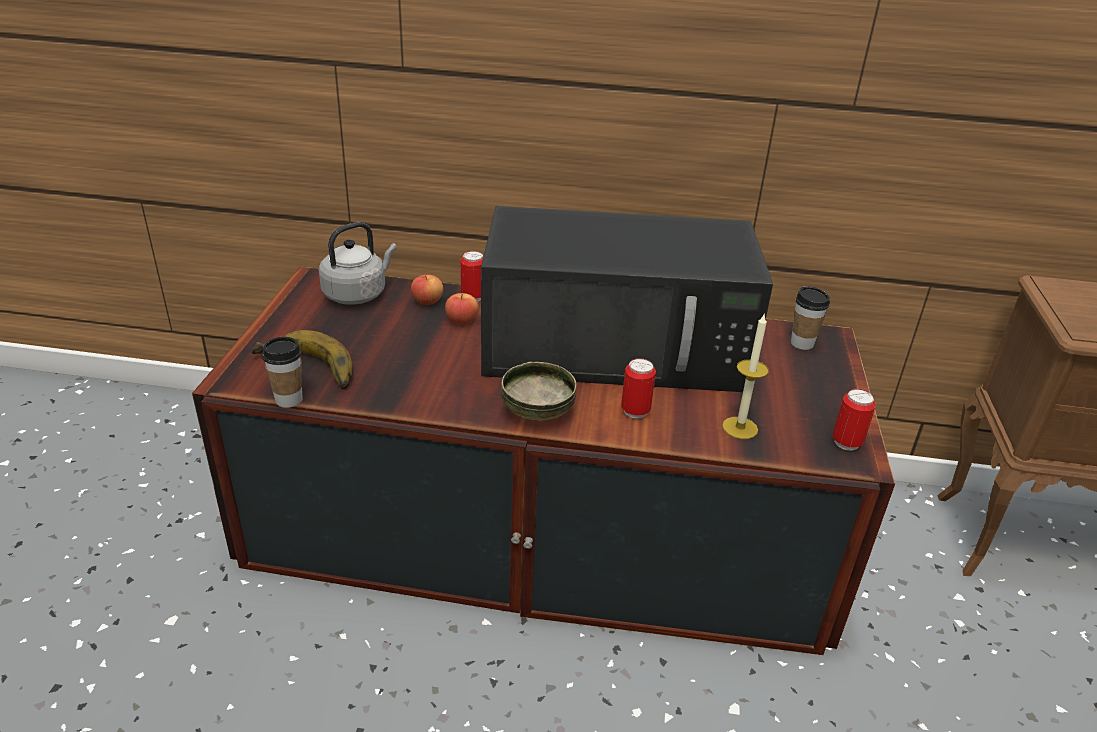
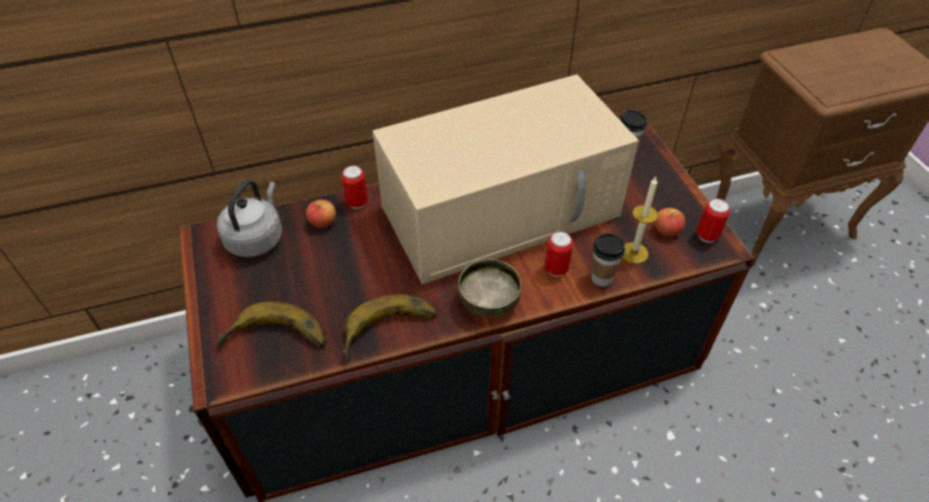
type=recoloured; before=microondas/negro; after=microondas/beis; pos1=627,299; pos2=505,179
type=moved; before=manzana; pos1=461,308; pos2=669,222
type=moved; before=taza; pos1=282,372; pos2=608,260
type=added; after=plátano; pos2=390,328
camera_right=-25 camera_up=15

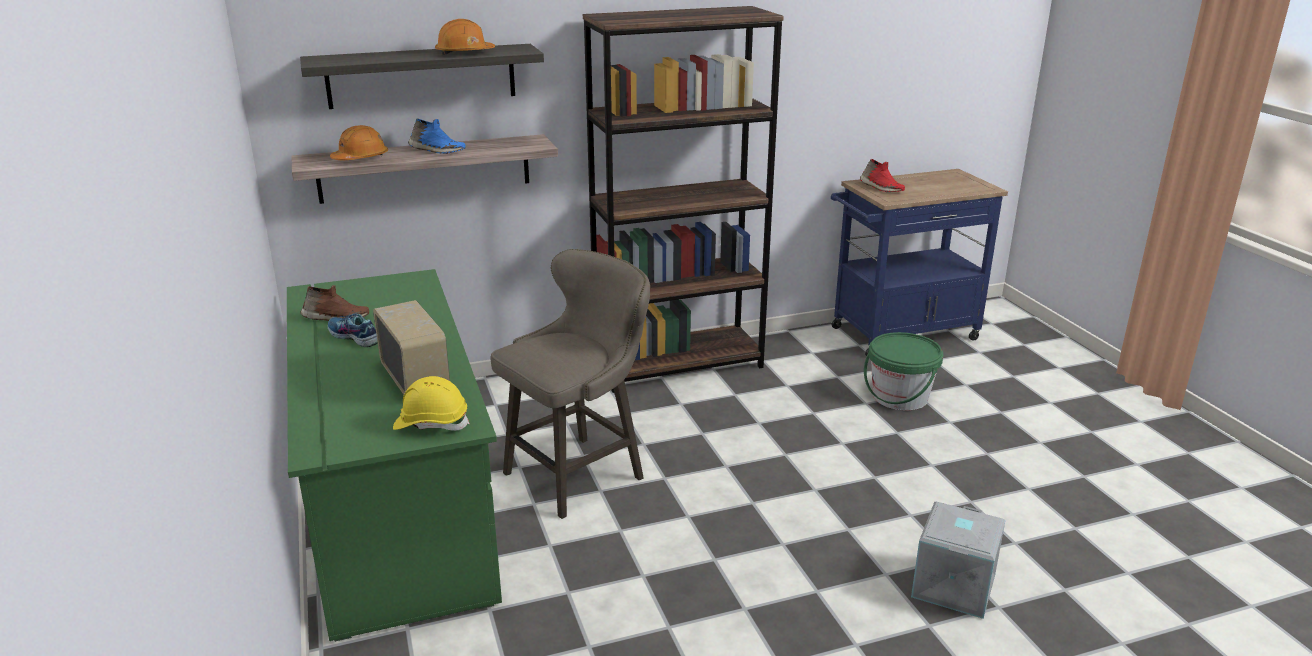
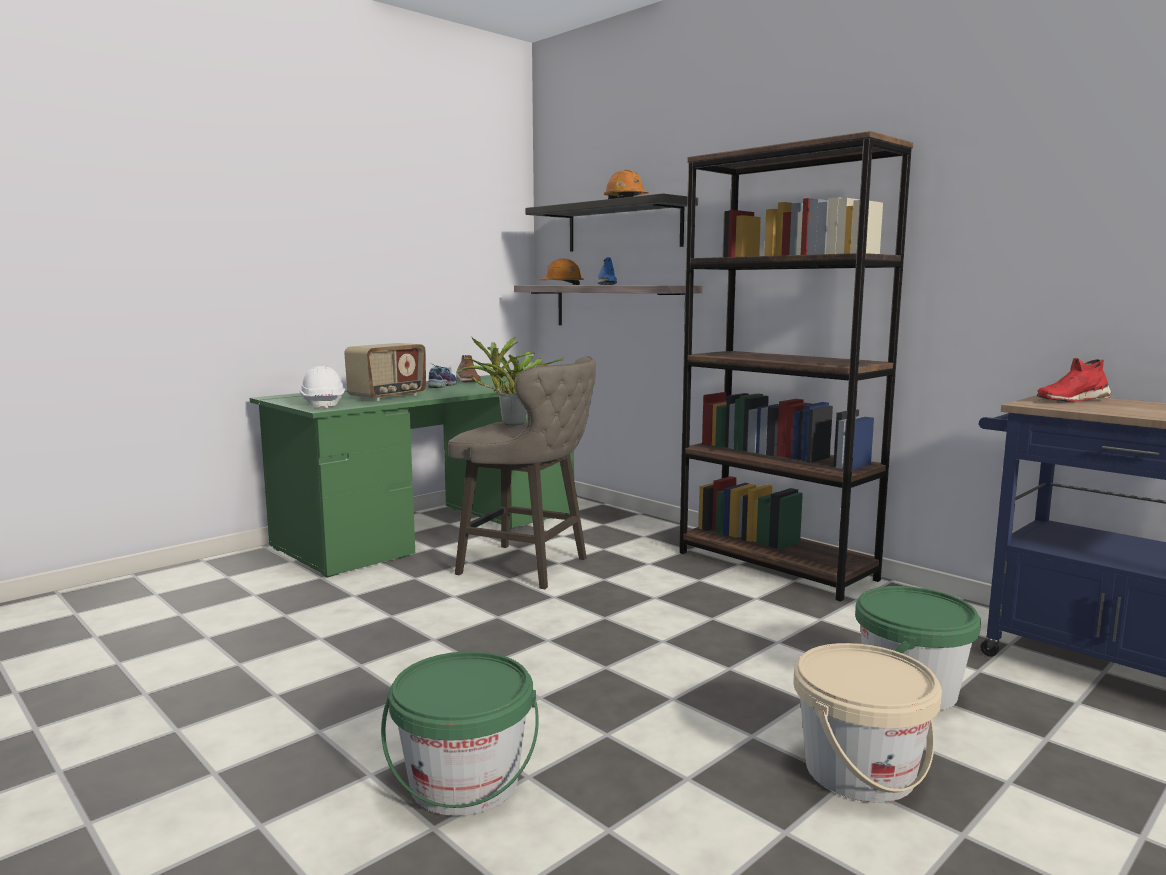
type=turned; before=zapato/rojo; pos1=882,175; pos2=1074,380; turn=45
type=recoloured; before=casco/amarillo; after=casco/blanco; pos1=431,403; pos2=322,387
type=replaced; before=caja de almacenaje/gris; after=cubo/verde; pos1=958,560; pos2=460,733
type=added; after=planta en maceta; pos2=510,381
type=added; after=cubo/beis; pos2=867,723
camera_right=65 camera_up=-15

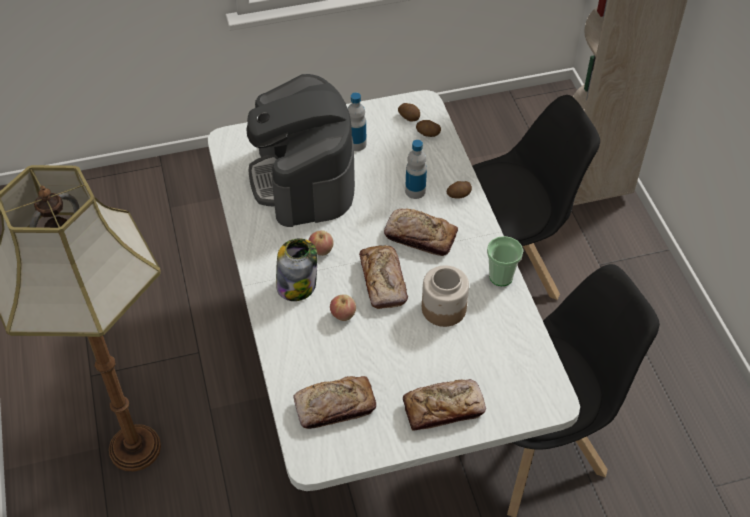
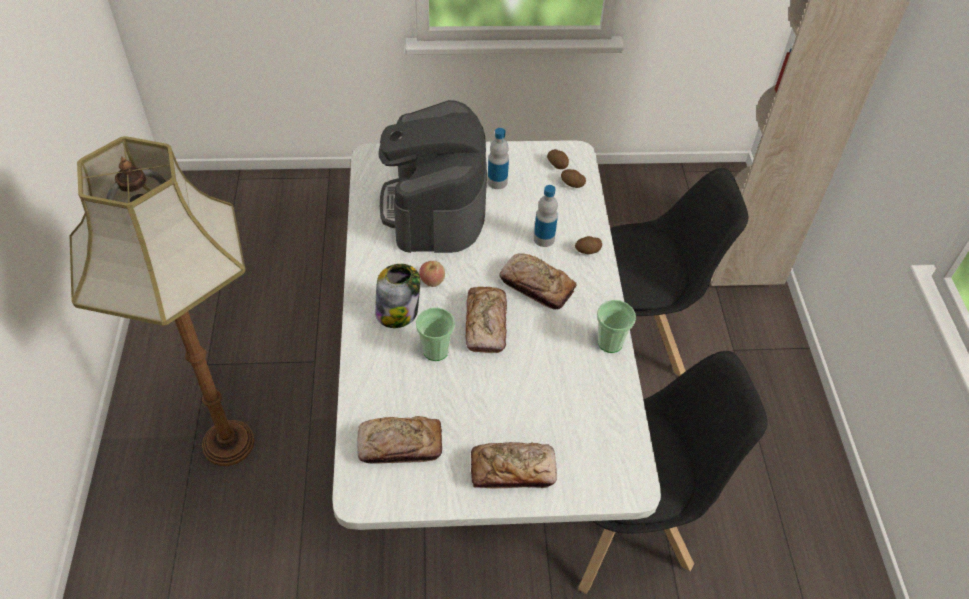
type=removed; before=tarro; pos1=445,296
type=replaced; before=manzana; after=taza; pos1=343,307; pos2=435,334
camera_right=10 camera_up=0

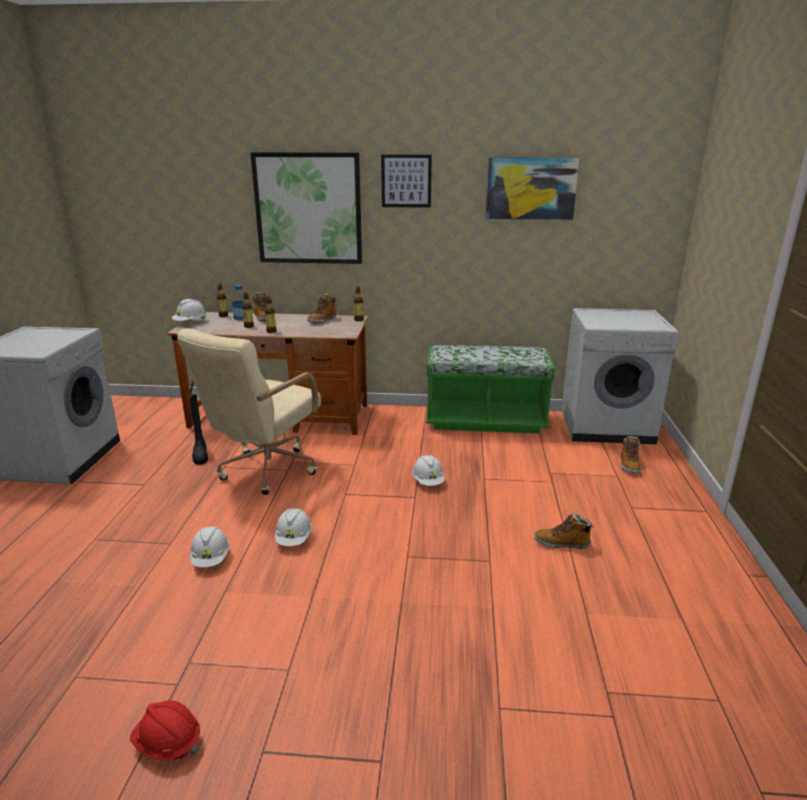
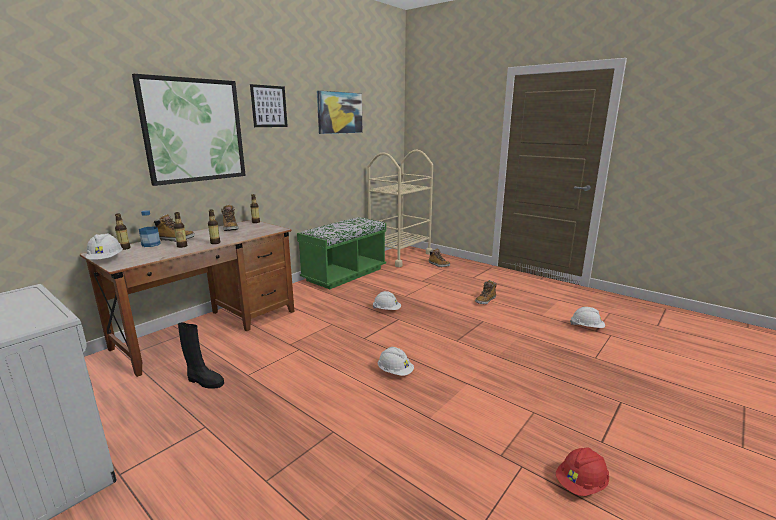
type=replaced; before=lavadora/blanco; after=carrito/beis; pos1=620,376; pos2=400,208
type=removed; before=silla de oficina/beis; pos1=249,411
type=moved; before=casco/blanco; pos1=210,546; pos2=587,317
camera_right=-55 camera_up=-5

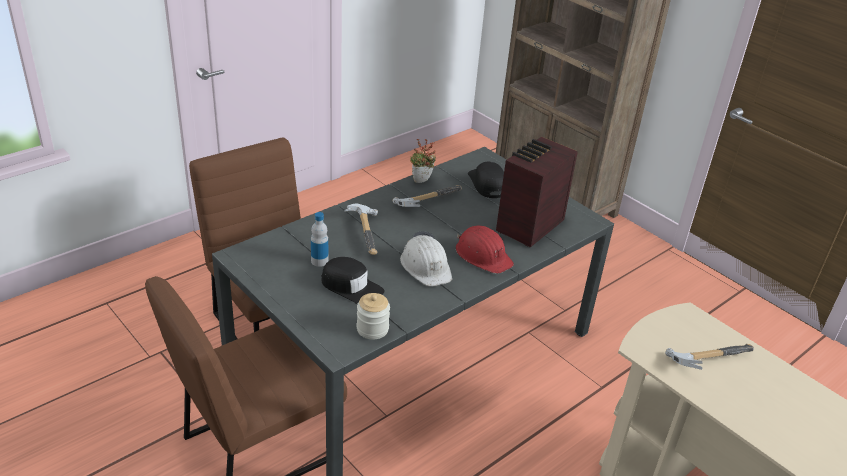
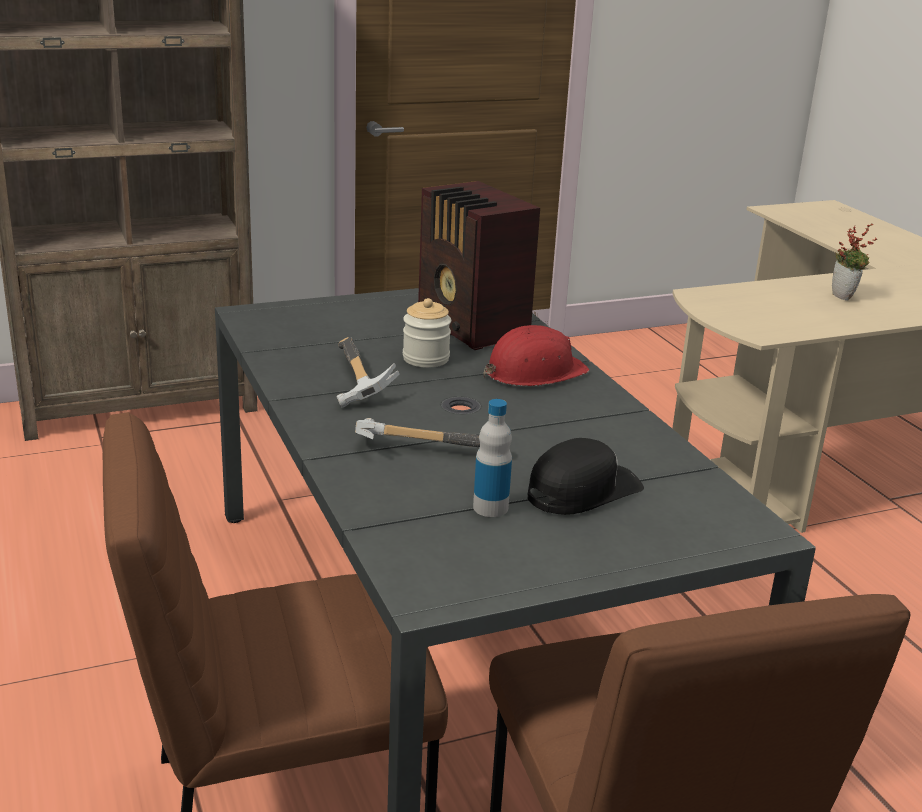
type=moved; before=planta en maceta; pos1=423,161; pos2=854,261
type=removed; before=gorra/negro; pos1=486,180
type=removed; before=casco/blanco; pos1=426,261
type=moved; before=tarro; pos1=373,316; pos2=427,333
type=removed; before=martillo; pos1=709,357
camera_right=-70 camera_up=-10

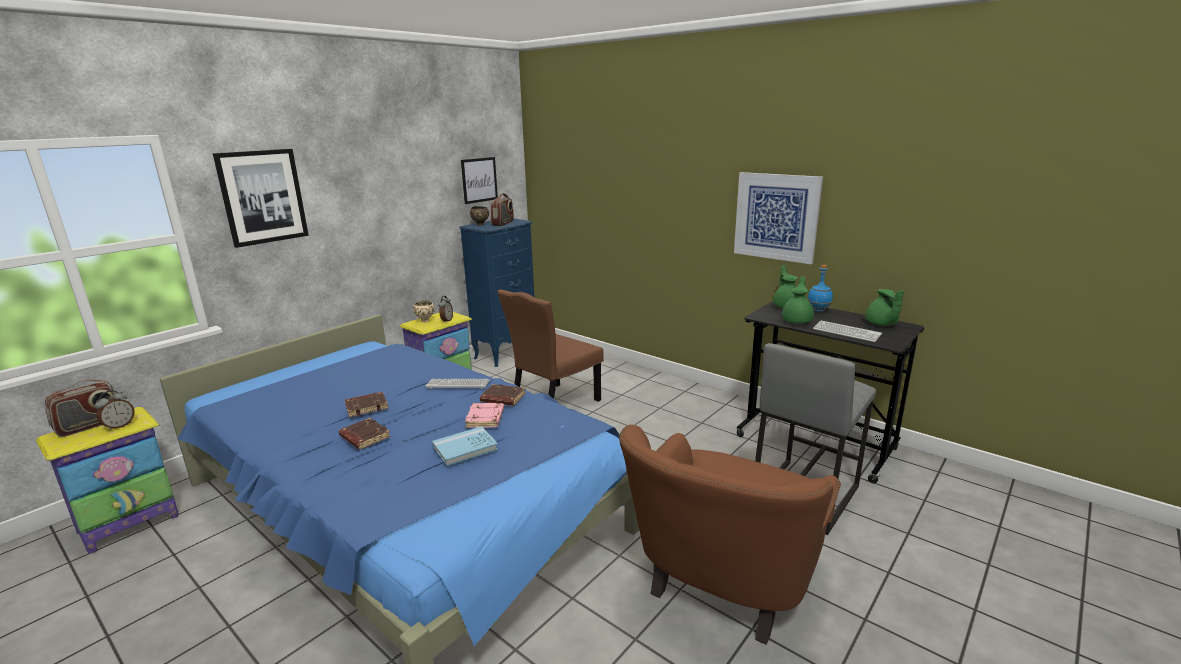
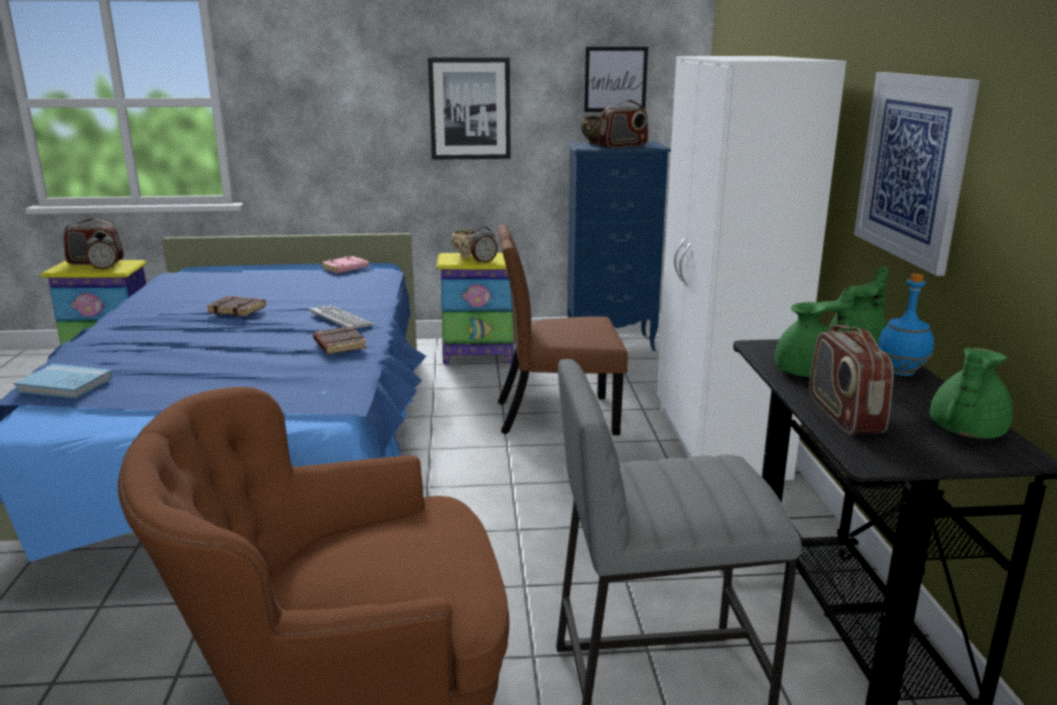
type=moved; before=cuadro; pos1=261,198; pos2=469,108
type=replaced; before=teclado; after=radio; pos1=847,331; pos2=851,379
type=moved; before=libro/rosa; pos1=484,415; pos2=345,264
type=removed; before=libro/marrón; pos1=365,434
type=moved; before=libro/azul; pos1=465,446; pos2=63,381
type=added; after=armario ropero/blanco; pos2=751,268
camera_right=45 camera_up=0

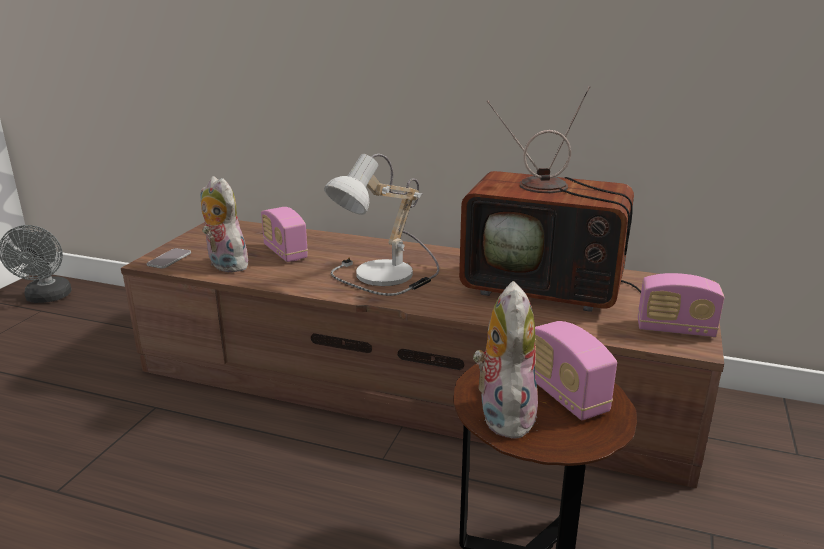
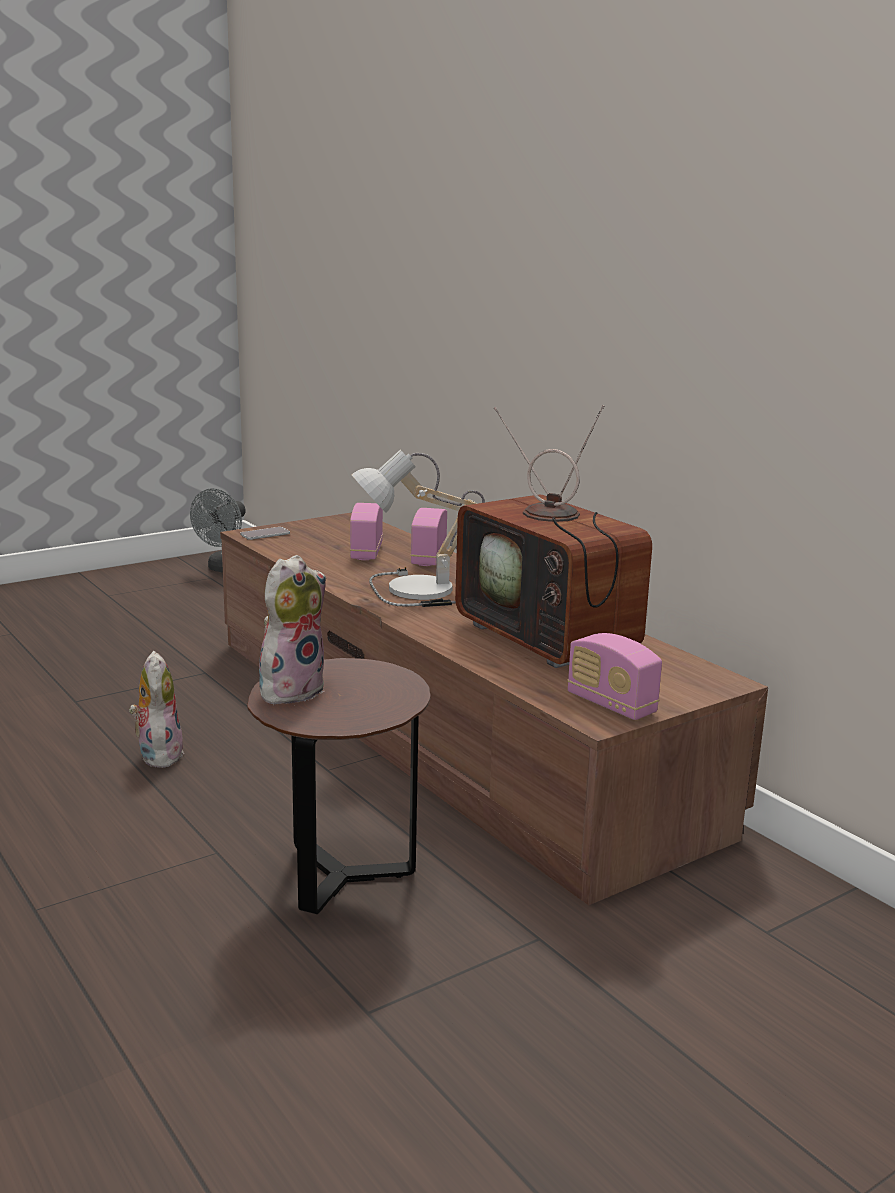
type=moved; before=peluche; pos1=224,224; pos2=156,709
type=moved; before=radio; pos1=576,370; pos2=428,537
camera_right=35 camera_up=-5

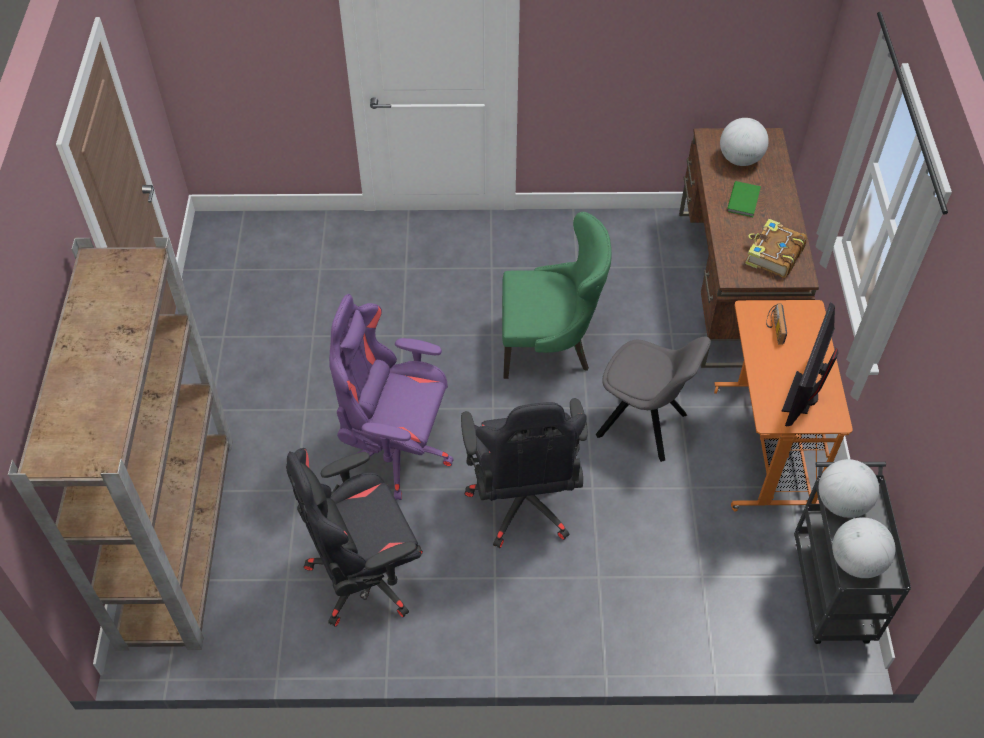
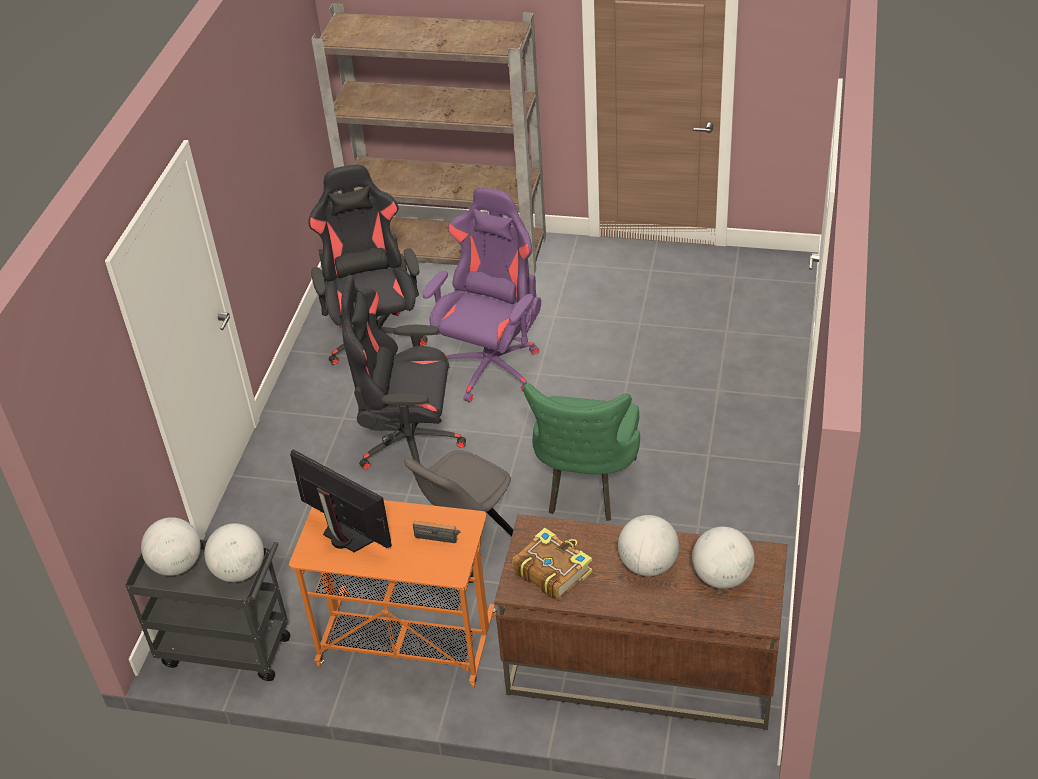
type=replaced; before=libro/verde; after=globo terráqueo; pos1=744,199; pos2=648,545
camera_right=105 camera_up=-10

